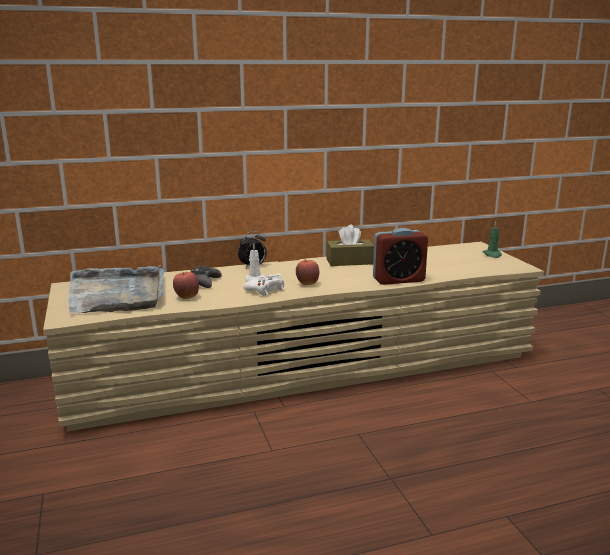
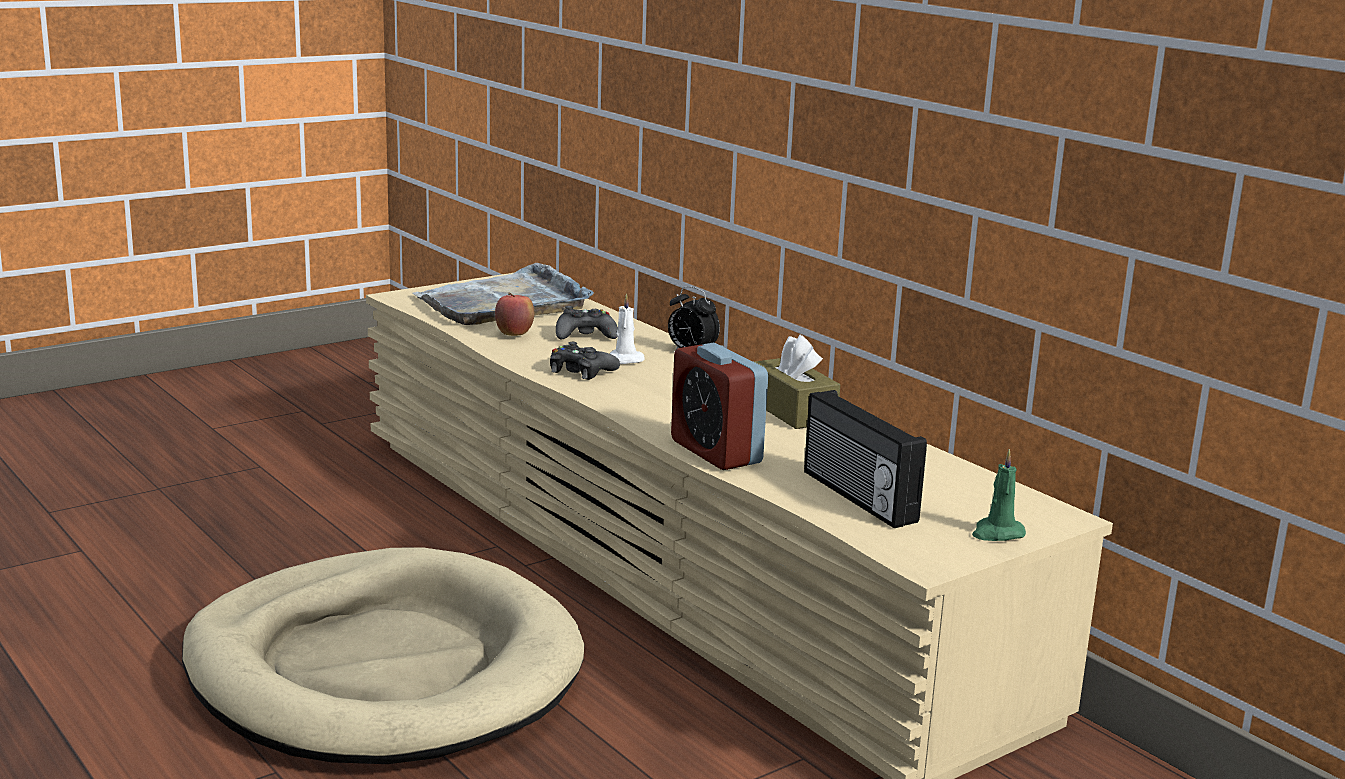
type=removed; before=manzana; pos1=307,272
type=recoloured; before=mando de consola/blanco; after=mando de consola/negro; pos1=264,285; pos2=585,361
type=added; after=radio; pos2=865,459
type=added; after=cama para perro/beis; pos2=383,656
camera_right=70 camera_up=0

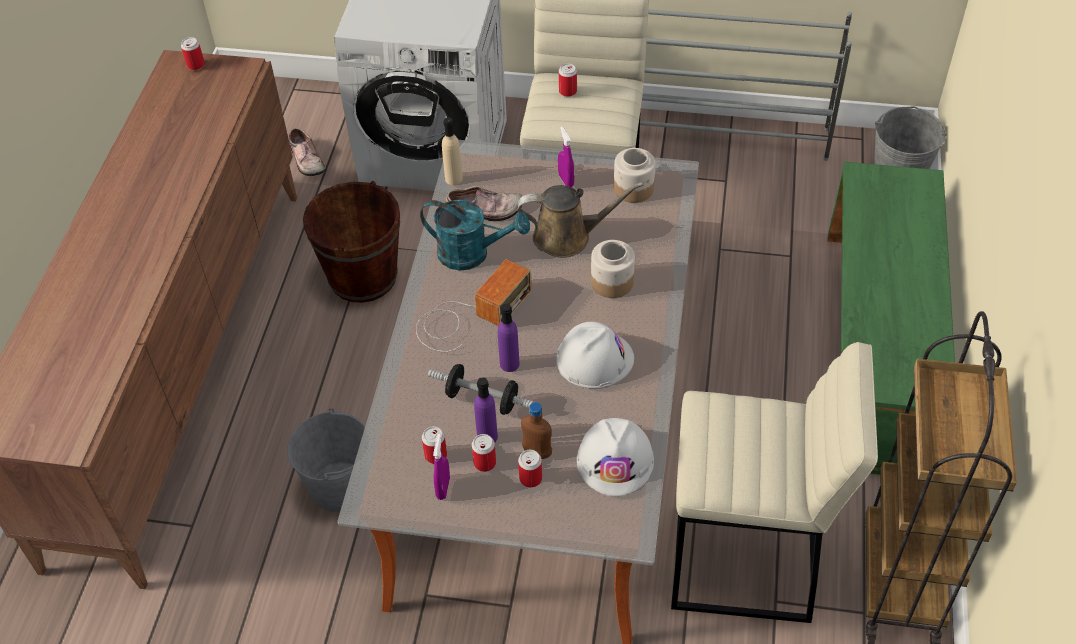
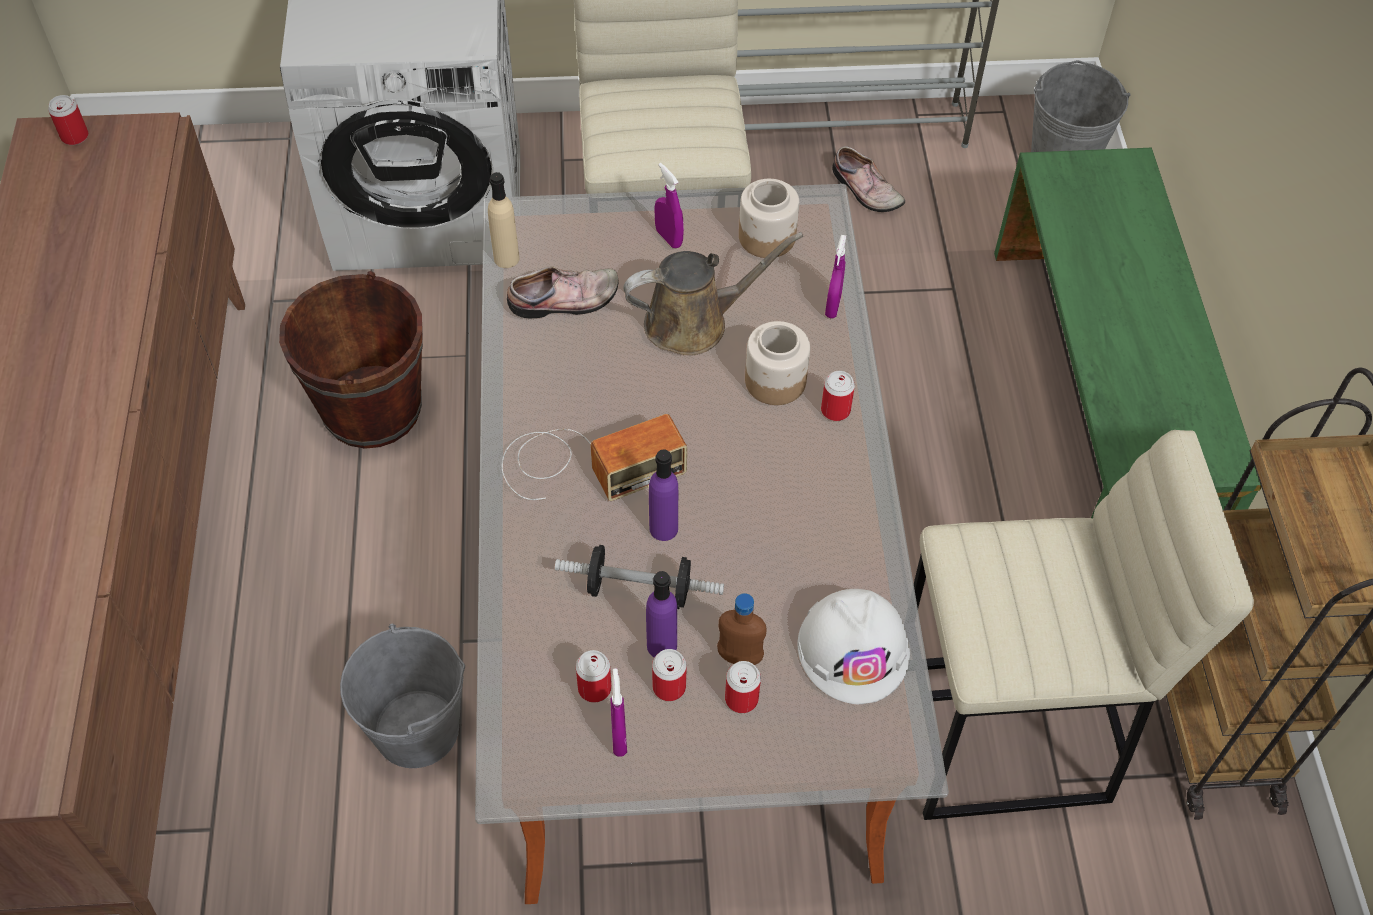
type=moved; before=lata; pos1=568,80; pos2=838,396
type=moved; before=zapato; pos1=308,152; pos2=868,179
type=removed; before=regadera/turquesa; pos1=475,235
type=turned; before=radio; pos1=474,305; pos2=594,457; turn=45
type=removed; before=casco/blanco; pos1=595,355
type=added; after=pulverizador/morado; pos2=835,276
camera_right=-15 camera_up=5

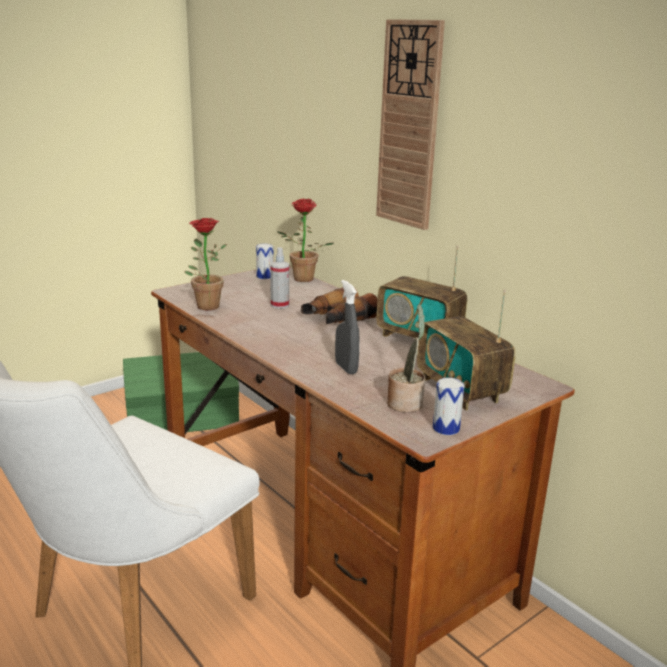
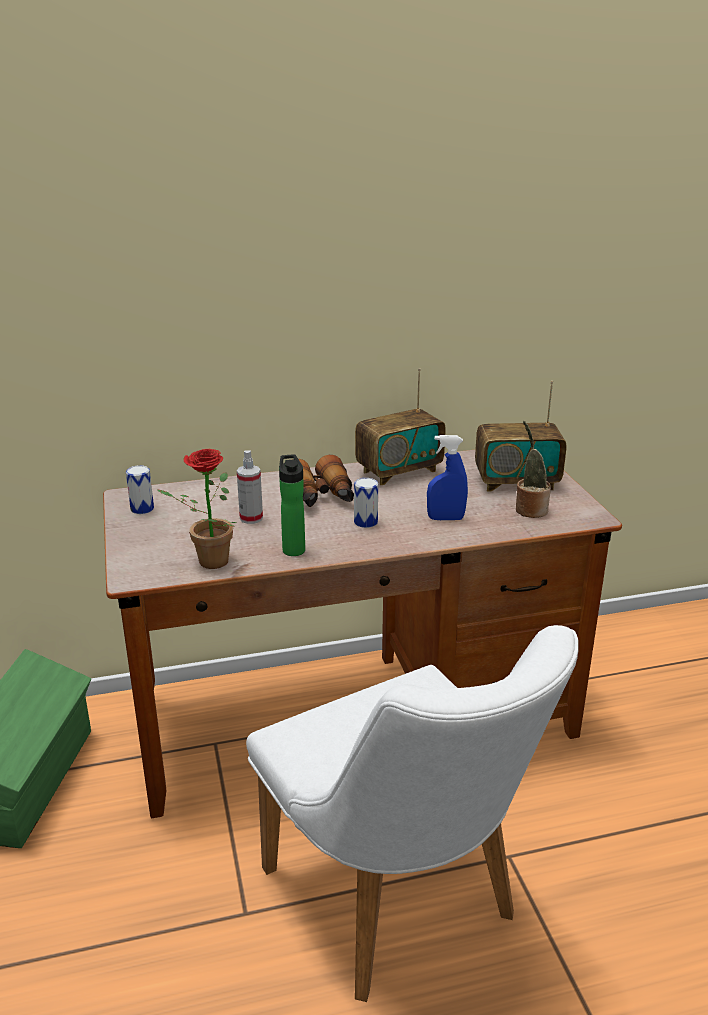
type=removed; before=reloj de pared; pos1=410,124
type=removed; before=planta en maceta; pos1=305,240
type=recoloured; before=pulverizador/gris; after=pulverizador/azul; pos1=347,327; pos2=447,477
type=moved; before=lata; pos1=449,406; pos2=366,503
type=added; after=botella; pos2=292,505
camera_right=-65 camera_up=5

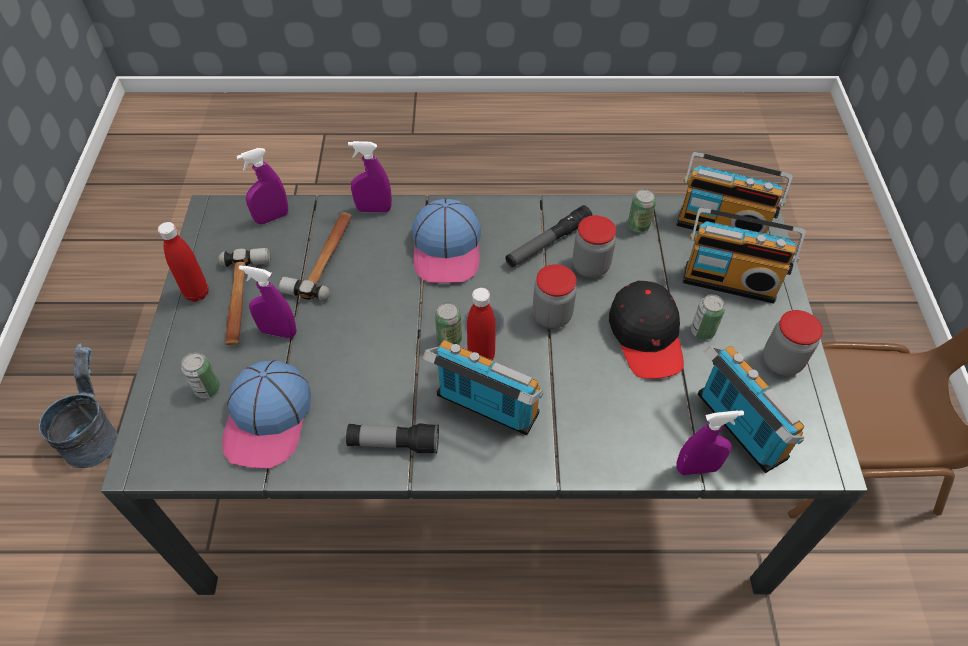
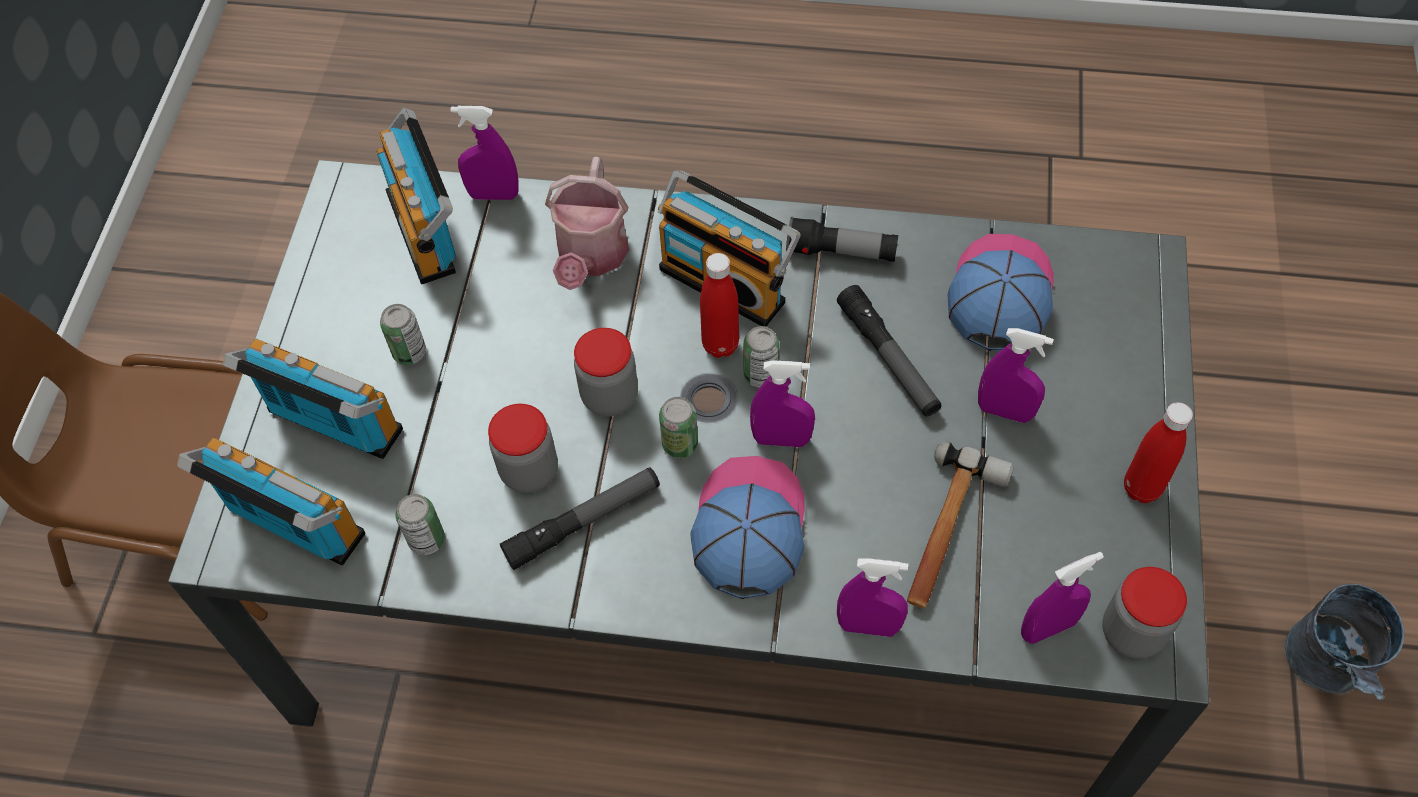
type=removed; before=martillo; pos1=244,296
type=removed; before=gorra/negro; pos1=646,330
type=moved; before=tarro; pos1=793,343; pos2=1144,613
type=moved; before=lata; pos1=200,375; pos2=678,427
type=added; after=regadera; pos2=587,223
type=added; after=linterna; pos2=889,351
type=added; after=pulverizador/morado; pos2=782,403
camera_right=-170 camera_up=5

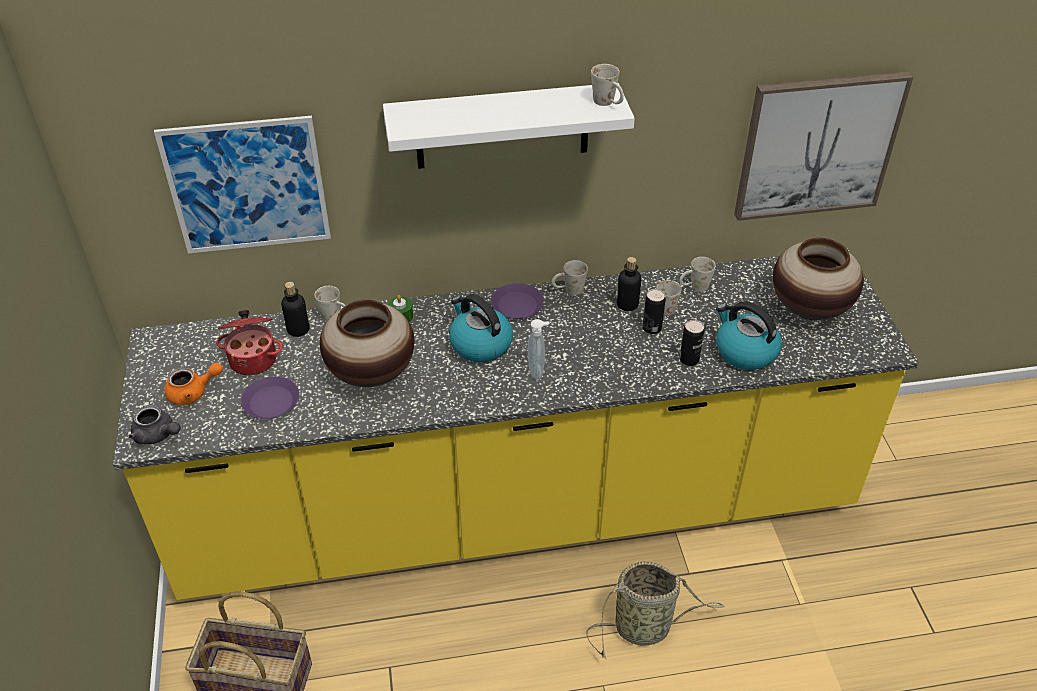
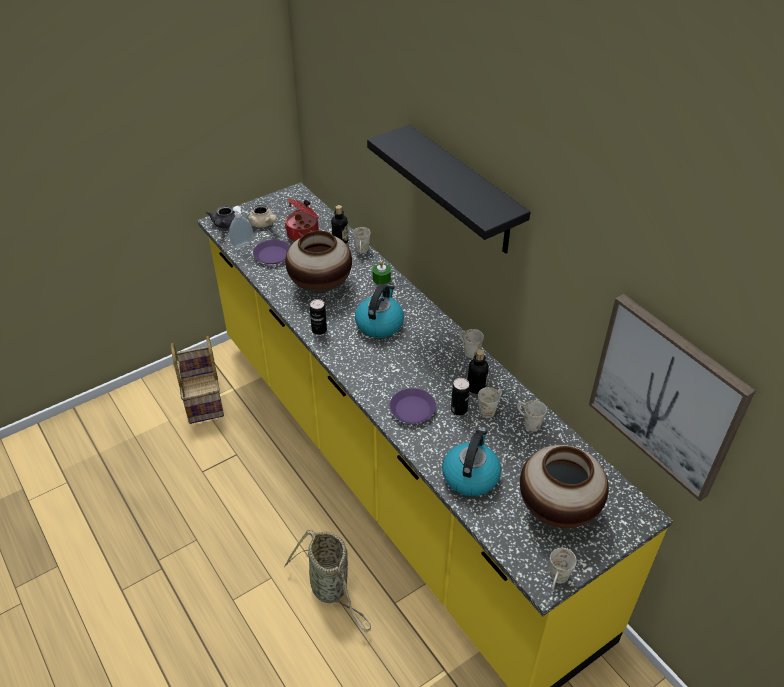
type=moved; before=taza grande/blanco; pos1=607,85; pos2=563,569
type=recoloured; before=estante/blanco; after=estante/negro; pos1=509,126; pos2=449,189
type=removed; before=cuadro; pos1=242,184
type=moved; before=plato/morado; pos1=517,301; pos2=413,406
type=moved; before=dispensador de jabón; pos1=538,349; pos2=241,227
type=moved; before=lata; pos1=692,343; pos2=318,317
type=recoloured; before=tetera/naranja; after=tetera/beis; pos1=194,384; pos2=262,216
camera_right=65 camera_up=0

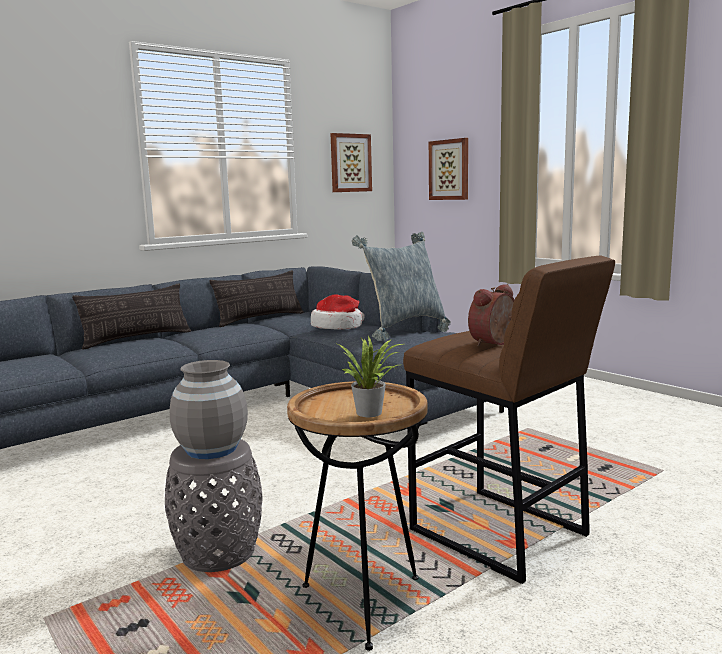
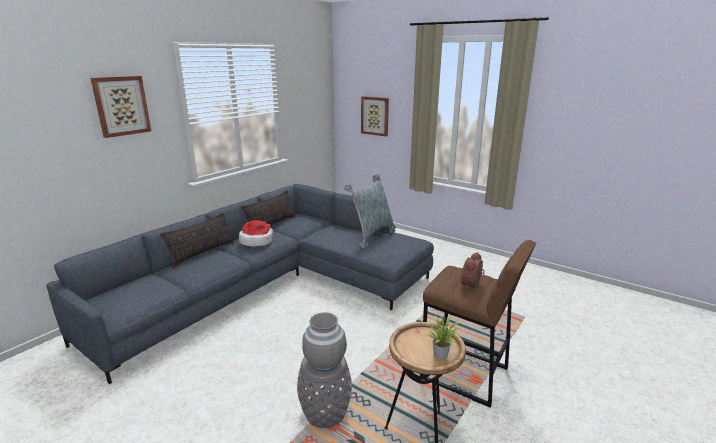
type=moved; before=cuadro; pos1=351,162; pos2=121,107
type=moved; before=sombrero; pos1=338,312; pos2=256,233
camera_right=-15 camera_up=10

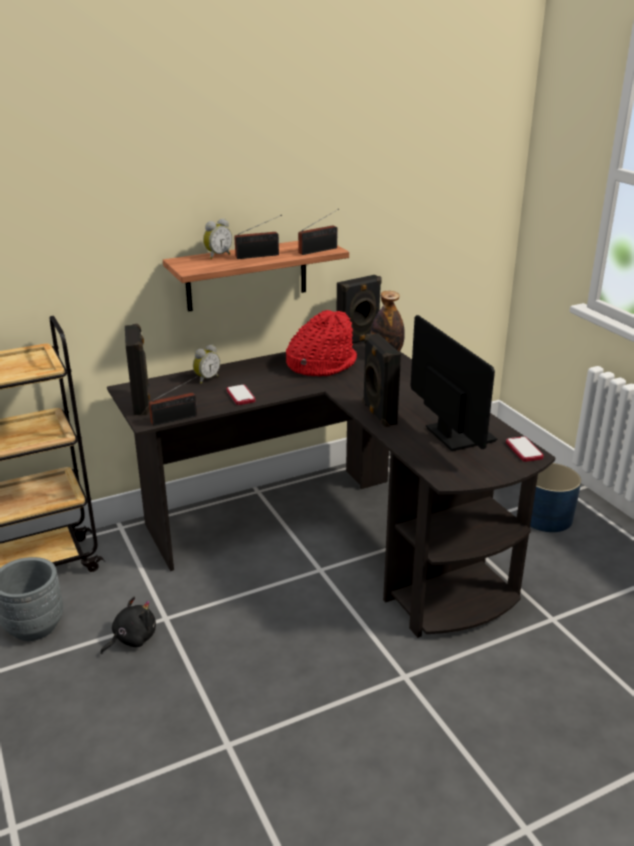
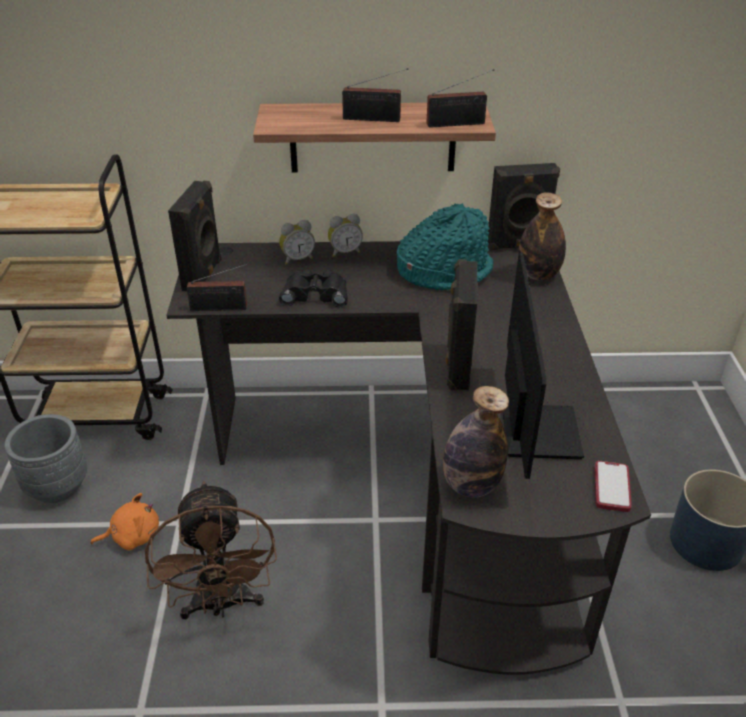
type=moved; before=despertador; pos1=217,238; pos2=345,235
type=recoloured; before=sombrero/rojo; after=sombrero/turquesa; pos1=321,343; pos2=445,246
type=replaced; before=móvil; after=prismáticos/negro; pos1=241,395; pos2=313,288
type=recoloured; before=peluche/negro; after=peluche/naranja; pos1=128,625; pos2=125,521
type=added; after=botella; pos2=476,441
type=added; after=ventilador/marrón; pos2=211,550
camera_right=25 camera_up=10

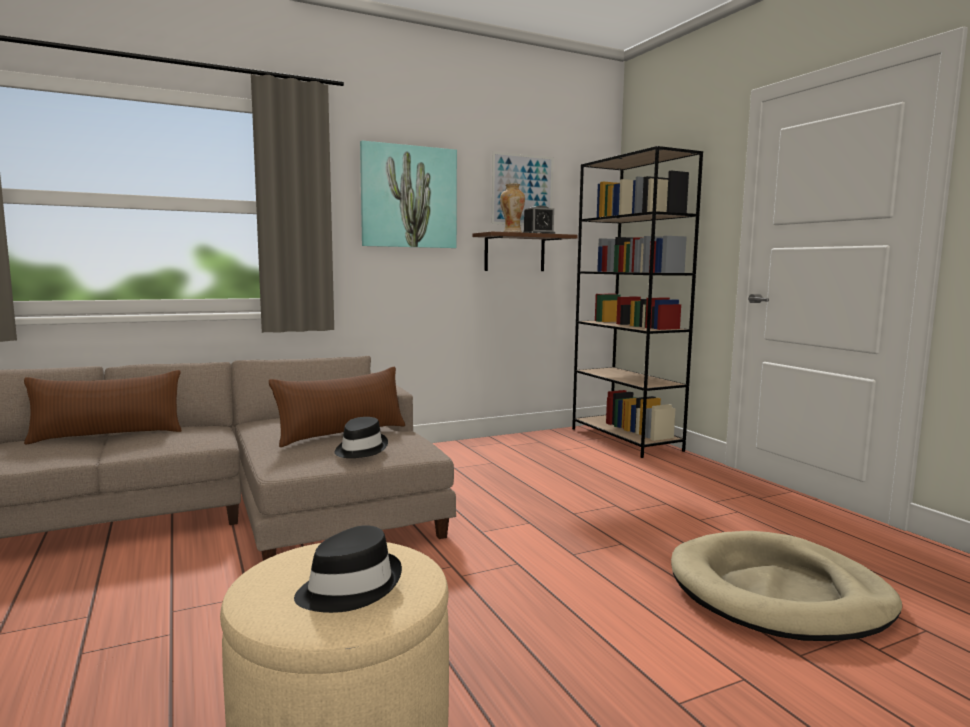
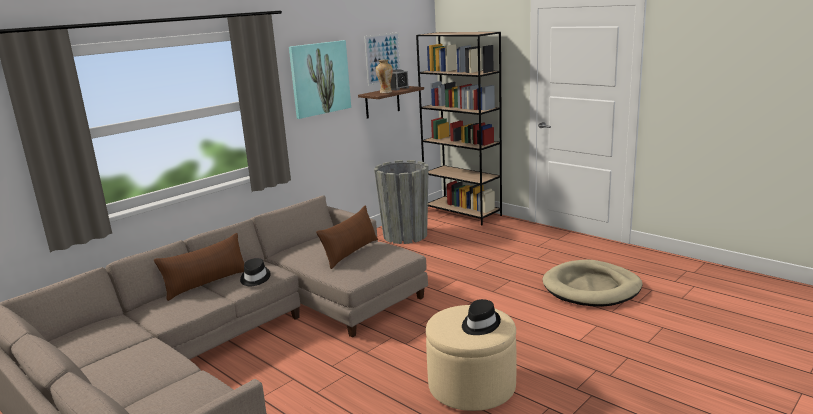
type=moved; before=sombrero/negro; pos1=361,437; pos2=255,272
type=added; after=maceta/gris; pos2=401,202
camera_right=-20 camera_up=10

